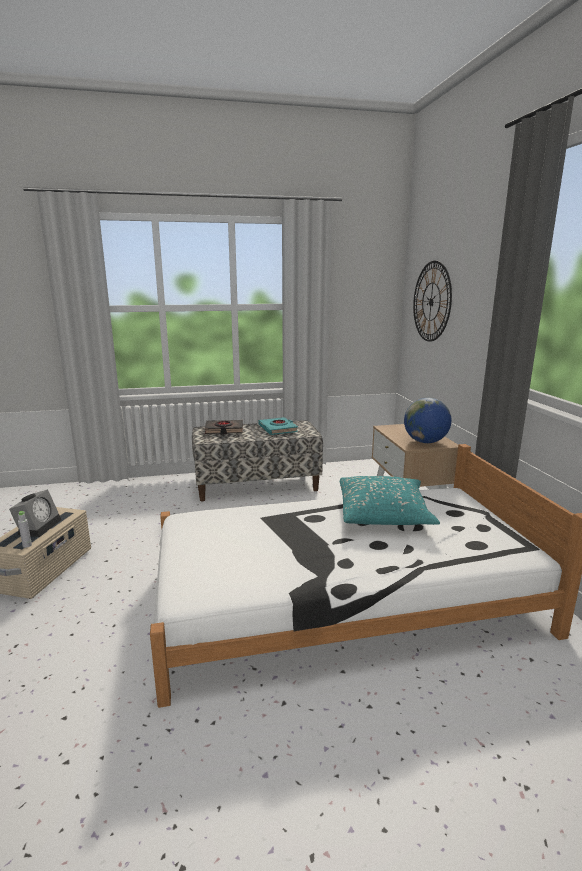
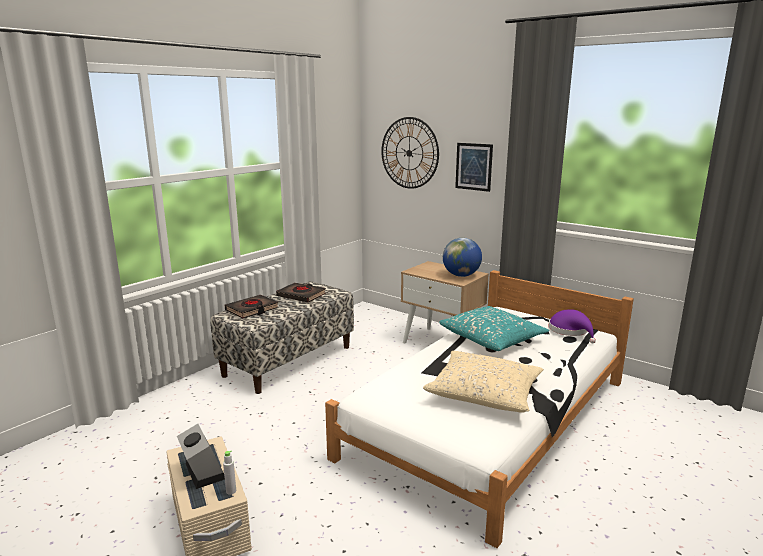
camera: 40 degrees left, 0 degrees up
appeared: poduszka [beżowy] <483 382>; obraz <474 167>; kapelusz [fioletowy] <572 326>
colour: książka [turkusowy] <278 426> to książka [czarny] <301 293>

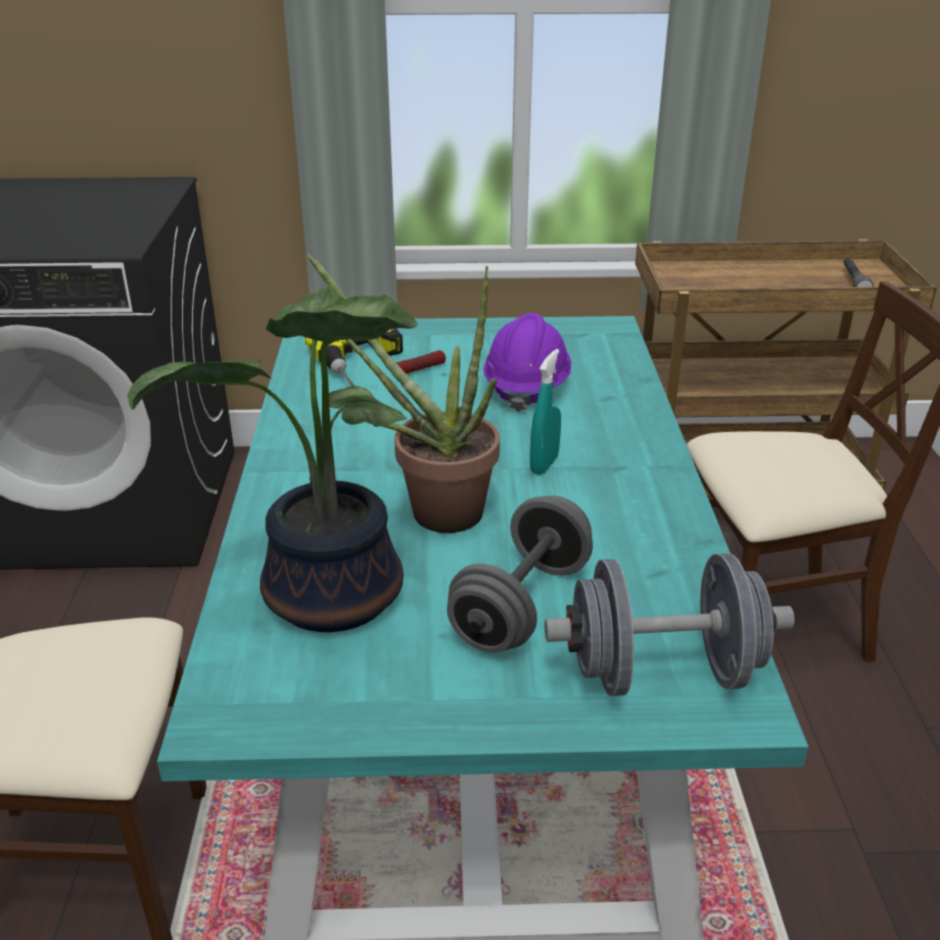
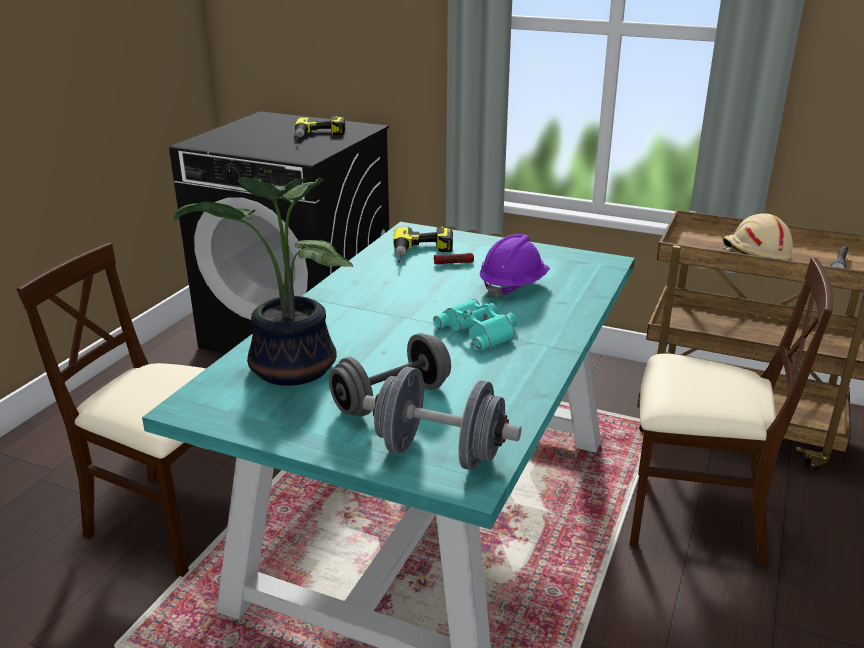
camera: 25 degrees right, 5 degrees down
missing: roślina doniczkowa <403 393>
appeared: wiertarka <320 128>; kask [beżowy] <758 236>
exchanged: spryskiwacz [turkusowy] <545 412> to lornetka [turkusowy] <475 325>

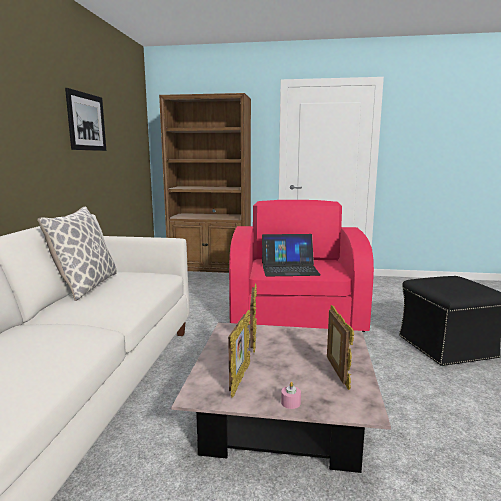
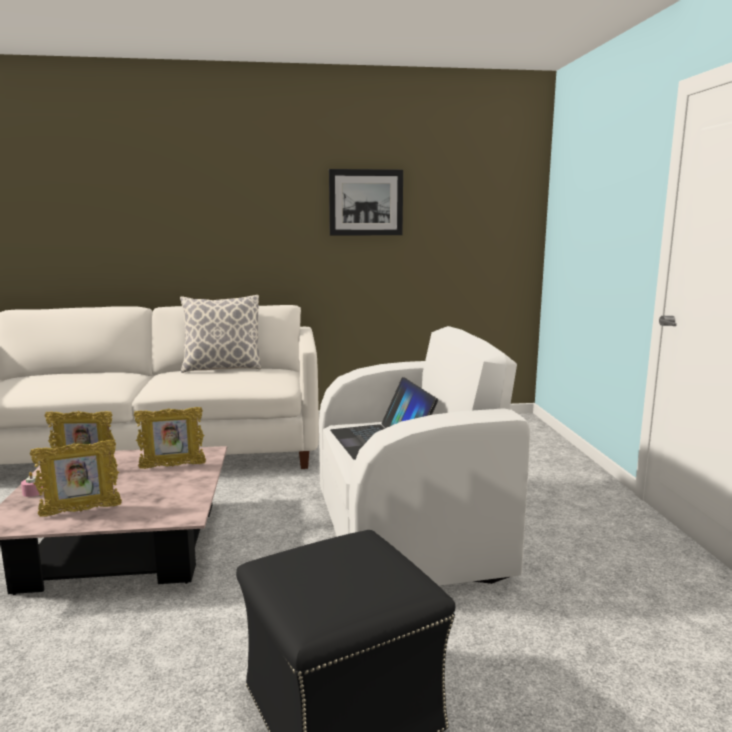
camera: 75 degrees right, 0 degrees up
missing: regał [brązowy] <205 183>
colour: fotel [różowy] <301 266> to fotel [biały] <424 456>

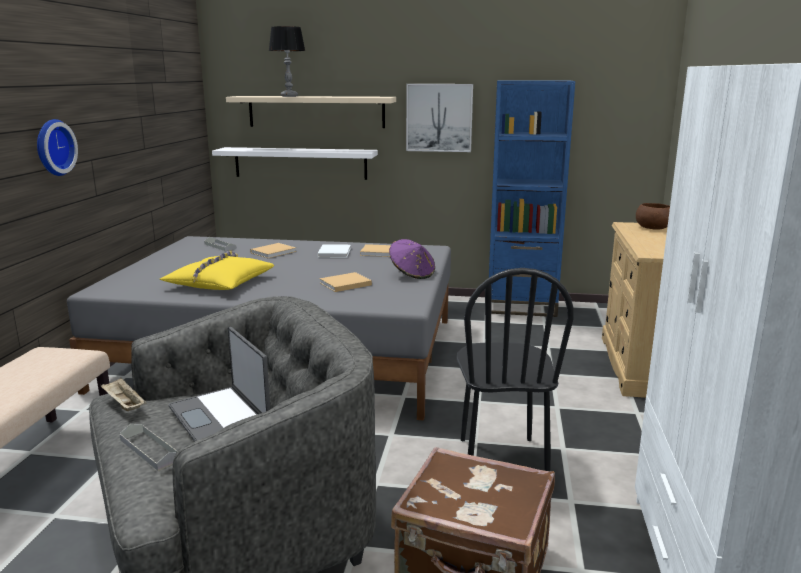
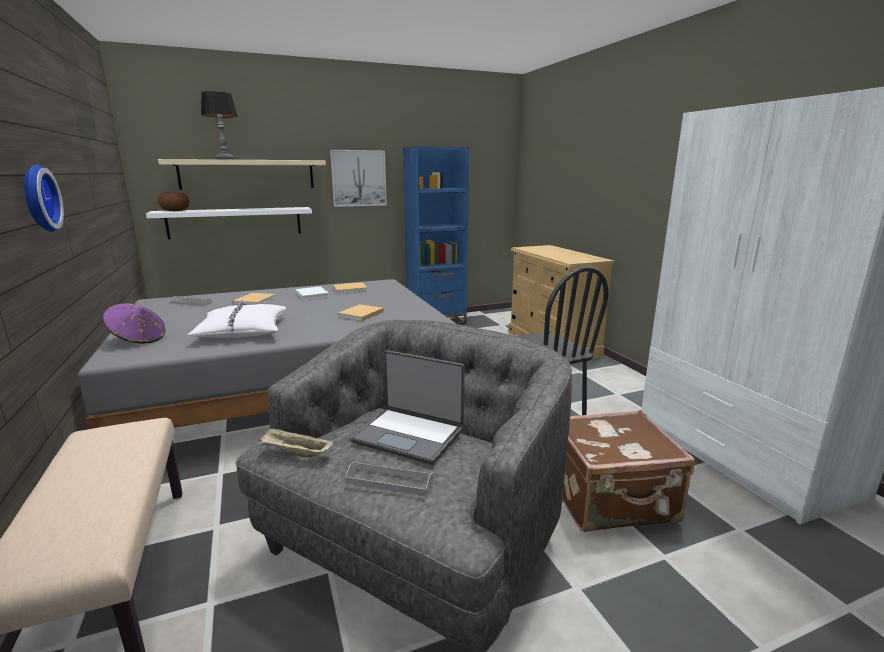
camera: 30 degrees left, 0 degrees up
relocated: kapelusz [fioletowy] <412 259> to <134 323>; miska [brązowy] <653 216> to <173 201>
colour: poduszka [żółty] <217 270> to poduszka [biały] <237 318>

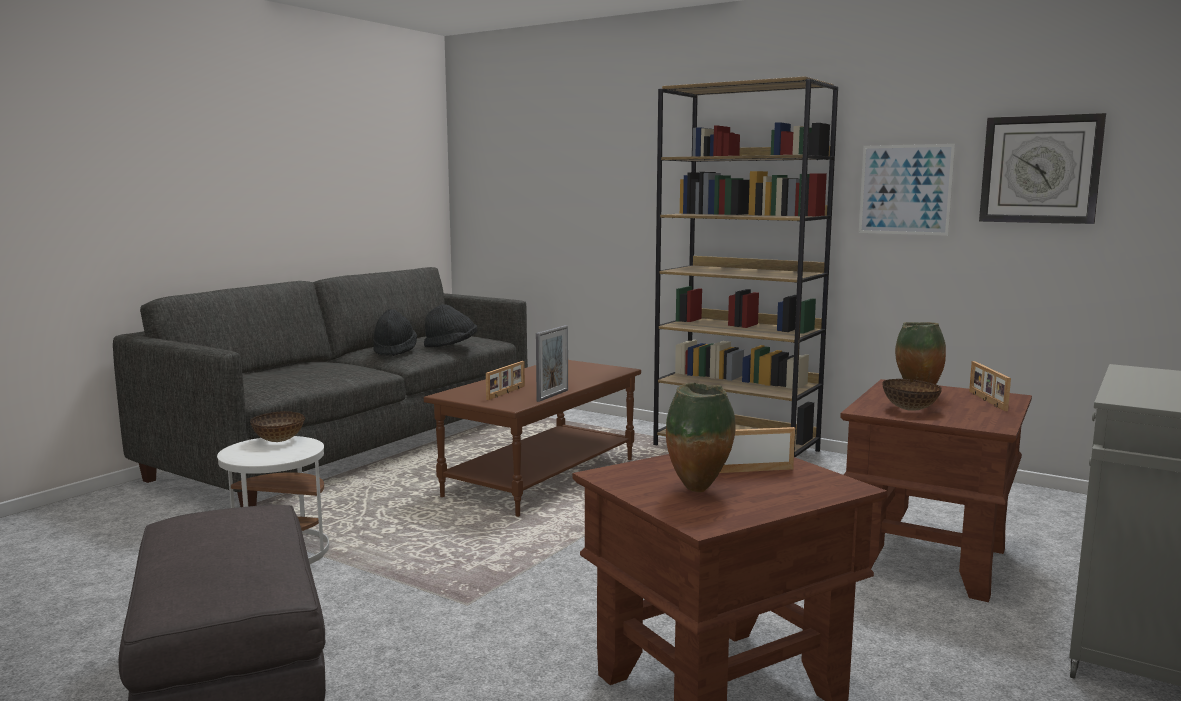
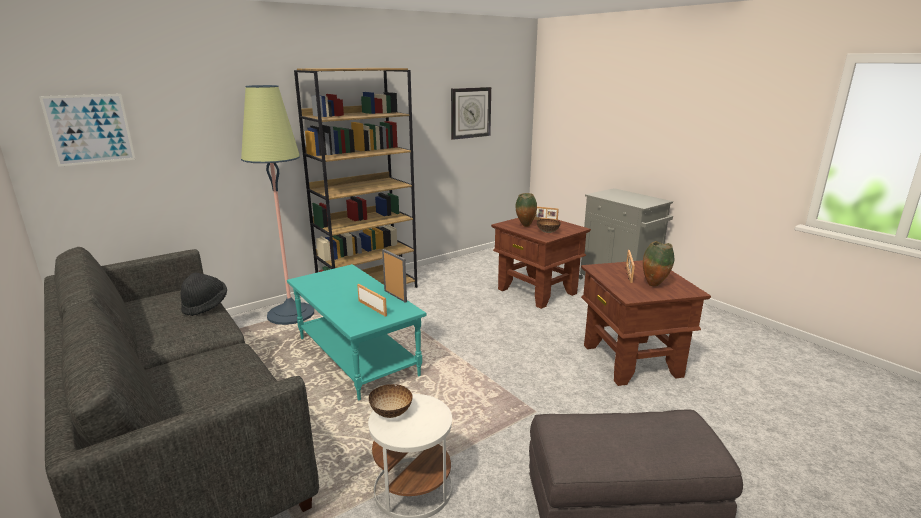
camera: 70 degrees left, 10 degrees up
missing: kapelusz [czarny] <395 332>
appeared: lampa stojąca <277 205>
relocated: obraz <907 190> to <87 130>
colour: ława [brązowy] <532 438> to ława [turkusowy] <356 332>

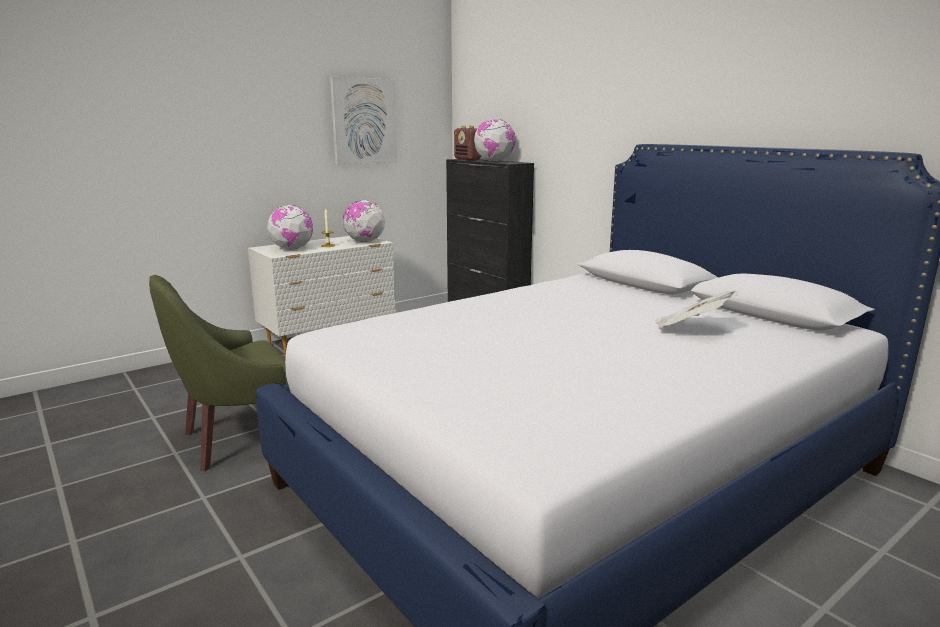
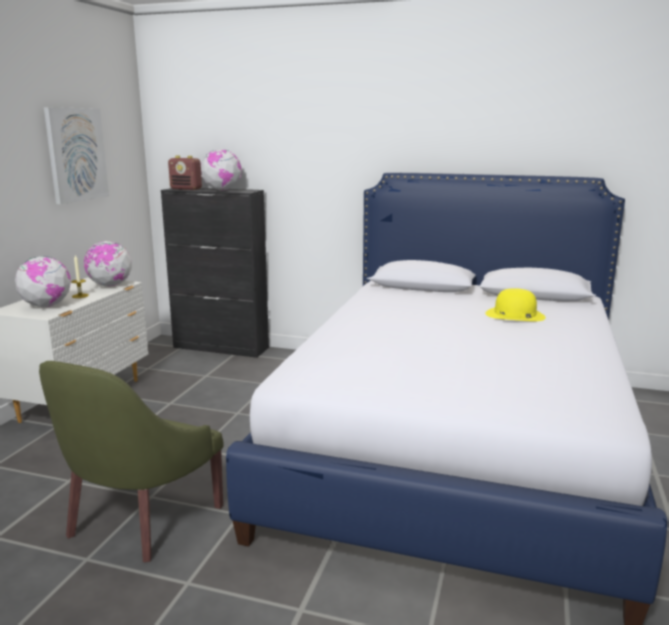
camera: 35 degrees left, 0 degrees up
exchanged: gazeta <696 309> to kapelusz [żółty] <515 304>

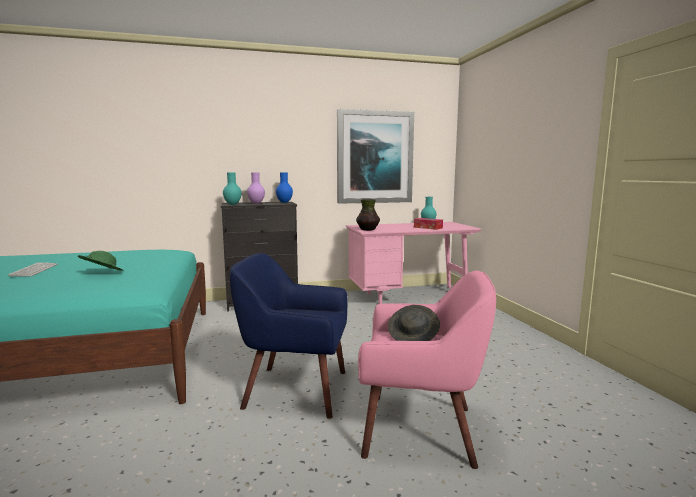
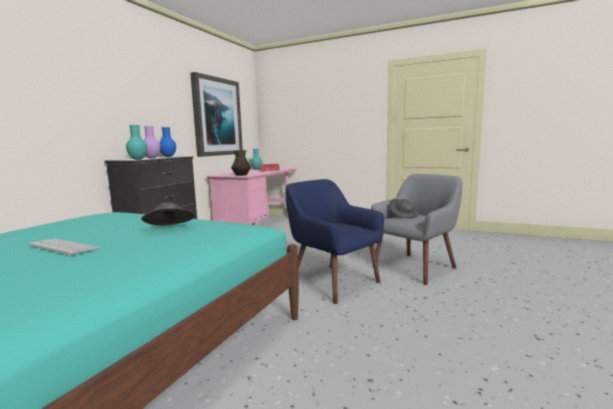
camera: 50 degrees left, 0 degrees up
colour: kapelusz [zielony] <101 261> to kapelusz [szary] <167 214>; fotel [różowy] <427 370> to fotel [szary] <416 229>
spun: fotel [niebieski] <289 336> = <334 241> 90 degrees clockwise

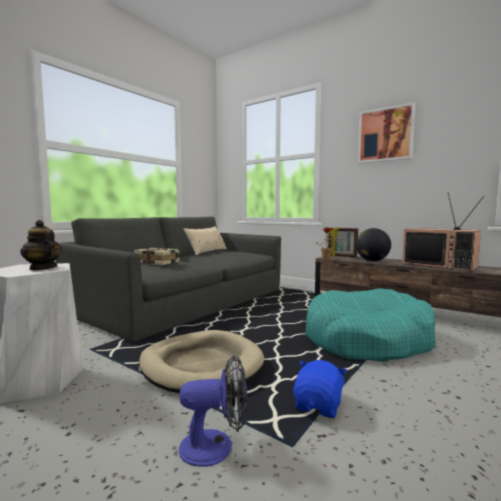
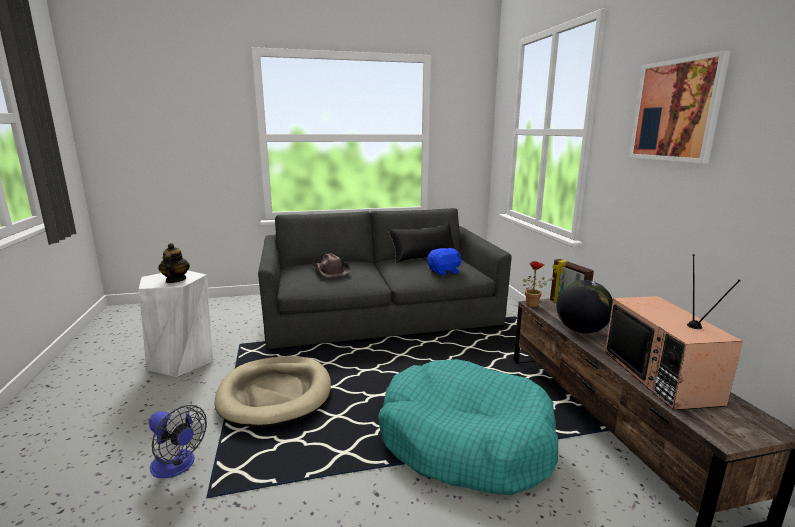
camera: 40 degrees right, 10 degrees up
relocated: pluszak [niebieski] <320 389> to <444 262>
exchanged: książka <157 256> to kapelusz [brązowy] <332 265>
colour: poduszka [beżowy] <205 240> to poduszka [czarny] <422 243>

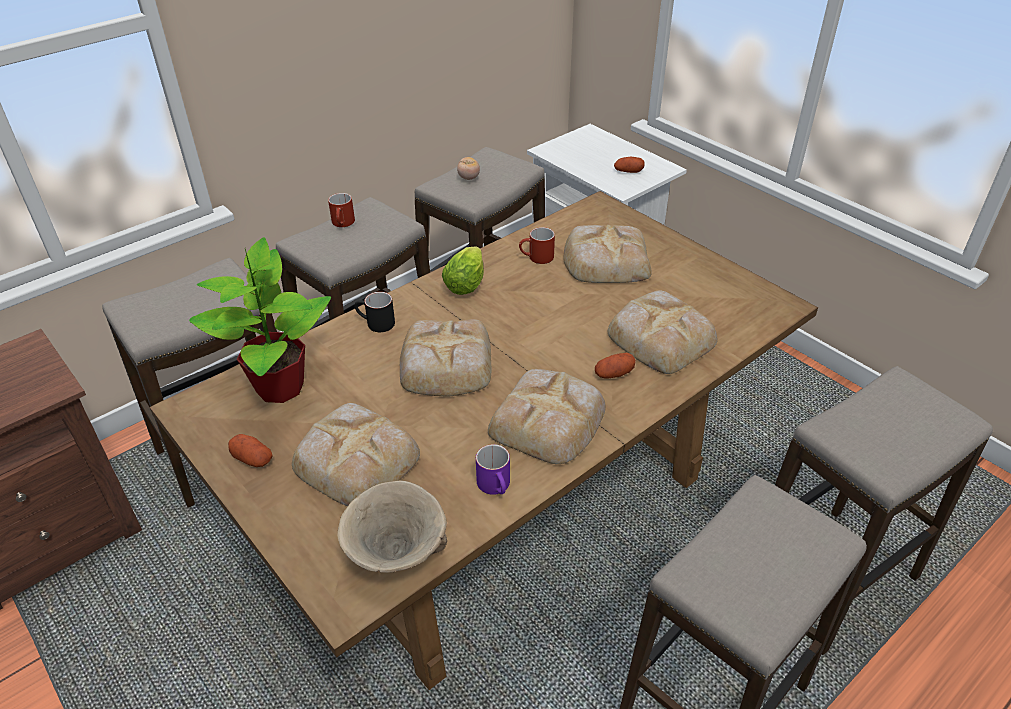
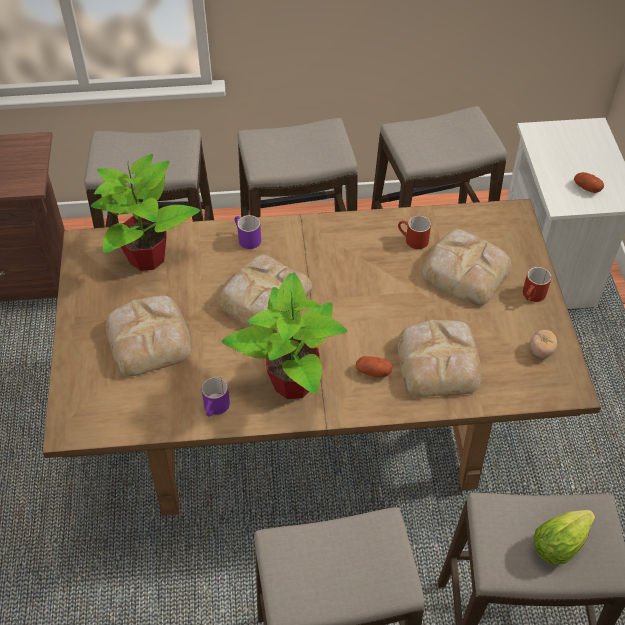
camera: 35 degrees right, 10 degrees up
missing: ziemniak <250 450>; miska [beżowy] <392 527>
relocated: kubek [czerwony] <341 210> to <537 284>; pomidor <468 168> to <543 344>; sałata <463 270> to <564 537>
exchanged: chleb <547 416> to roślina doniczkowa <284 335>
colour: kubek [czarny] <375 312> to kubek [fioletowy] <248 232>

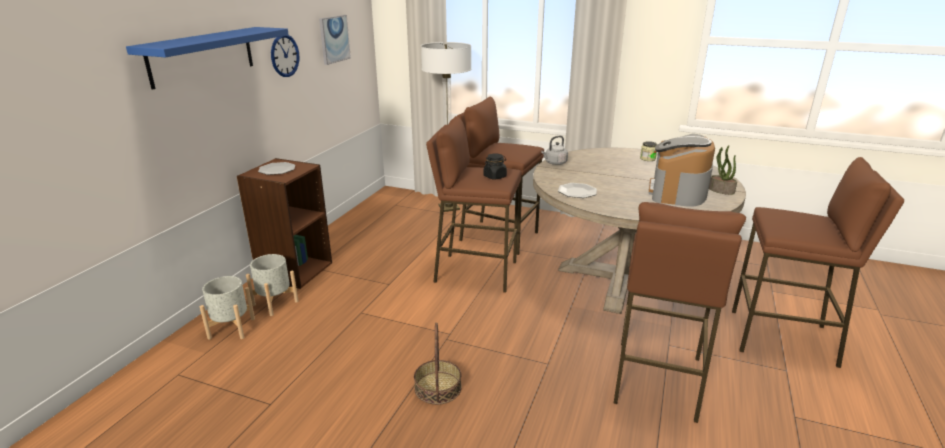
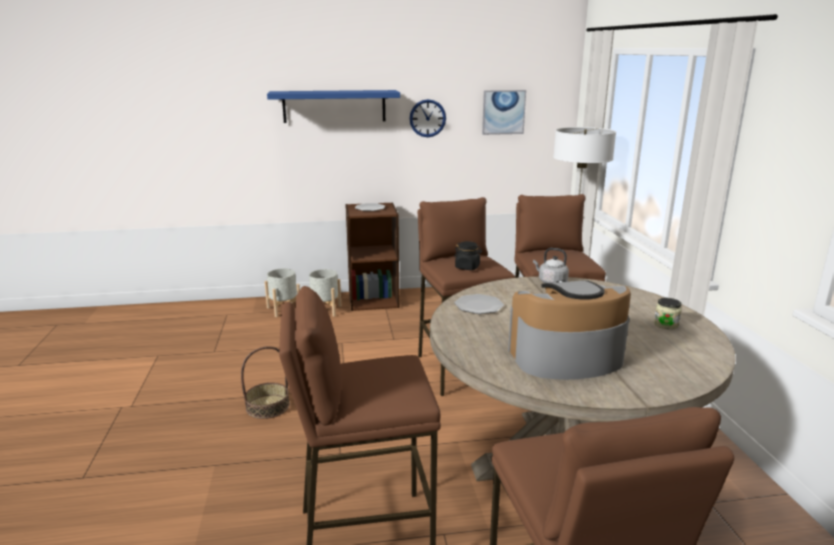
camera: 60 degrees right, 5 degrees down
missing: roślina doniczkowa <723 170>

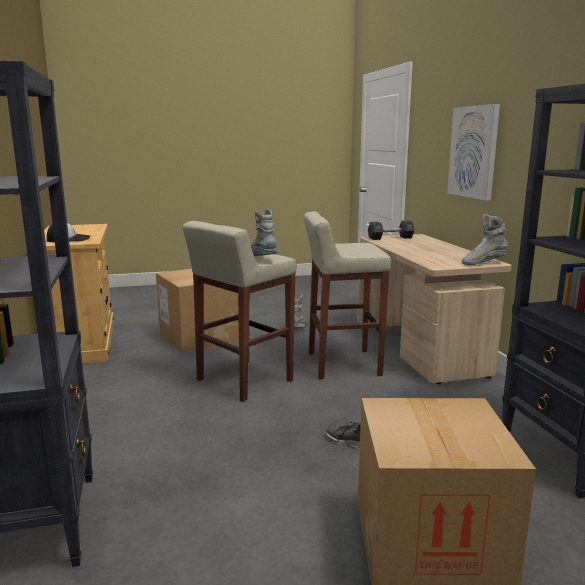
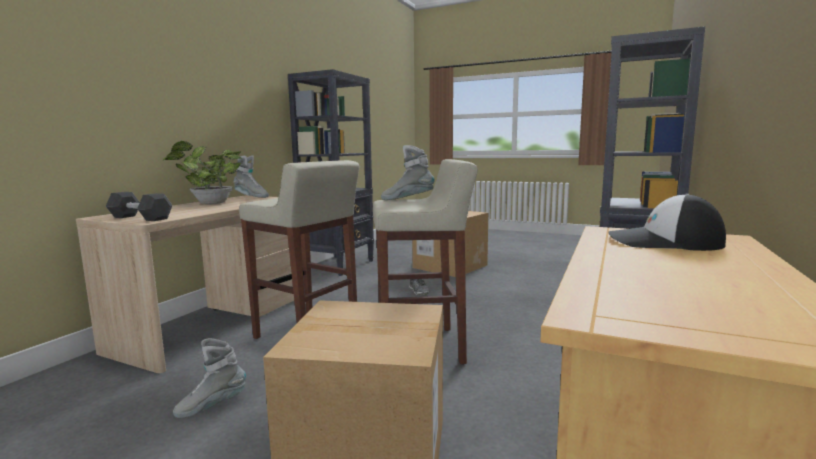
camera: 140 degrees left, 5 degrees down
missing: obraz <473 152>
appeared: roślina doniczkowa <202 173>
spun: but z cholewką [szary] <264 232> = <408 172> 90 degrees clockwise

